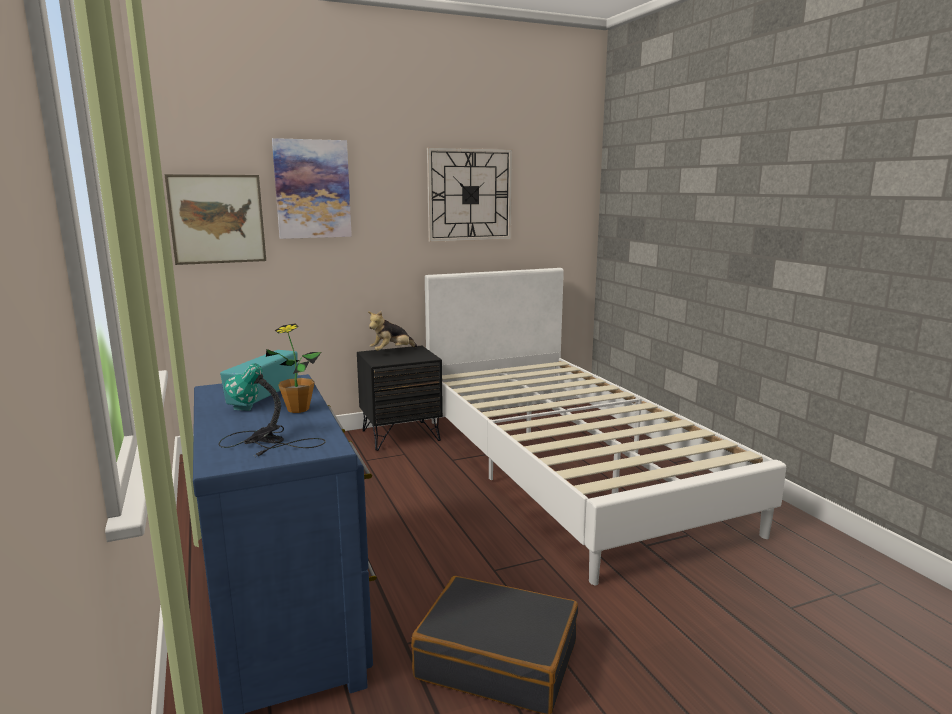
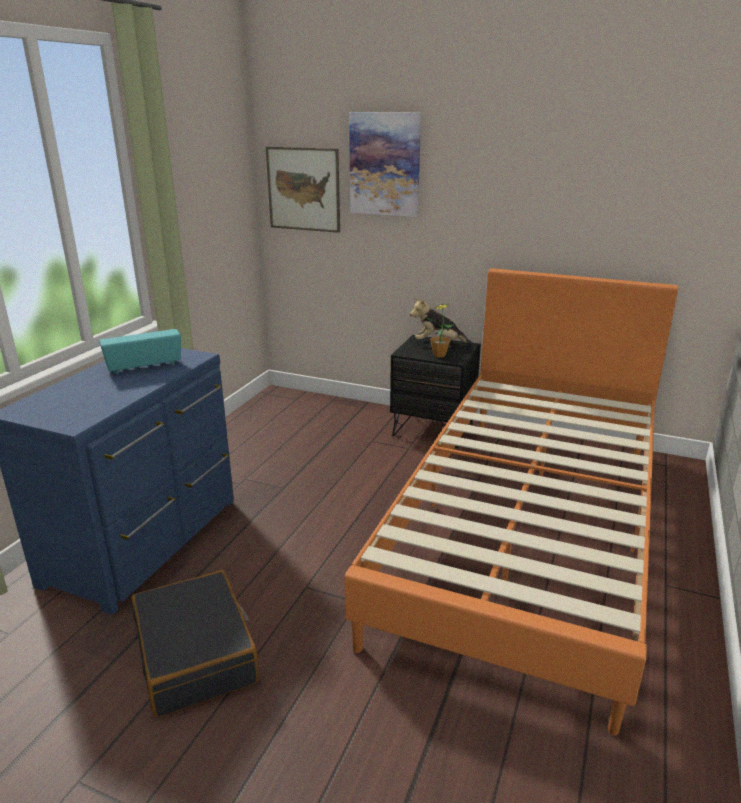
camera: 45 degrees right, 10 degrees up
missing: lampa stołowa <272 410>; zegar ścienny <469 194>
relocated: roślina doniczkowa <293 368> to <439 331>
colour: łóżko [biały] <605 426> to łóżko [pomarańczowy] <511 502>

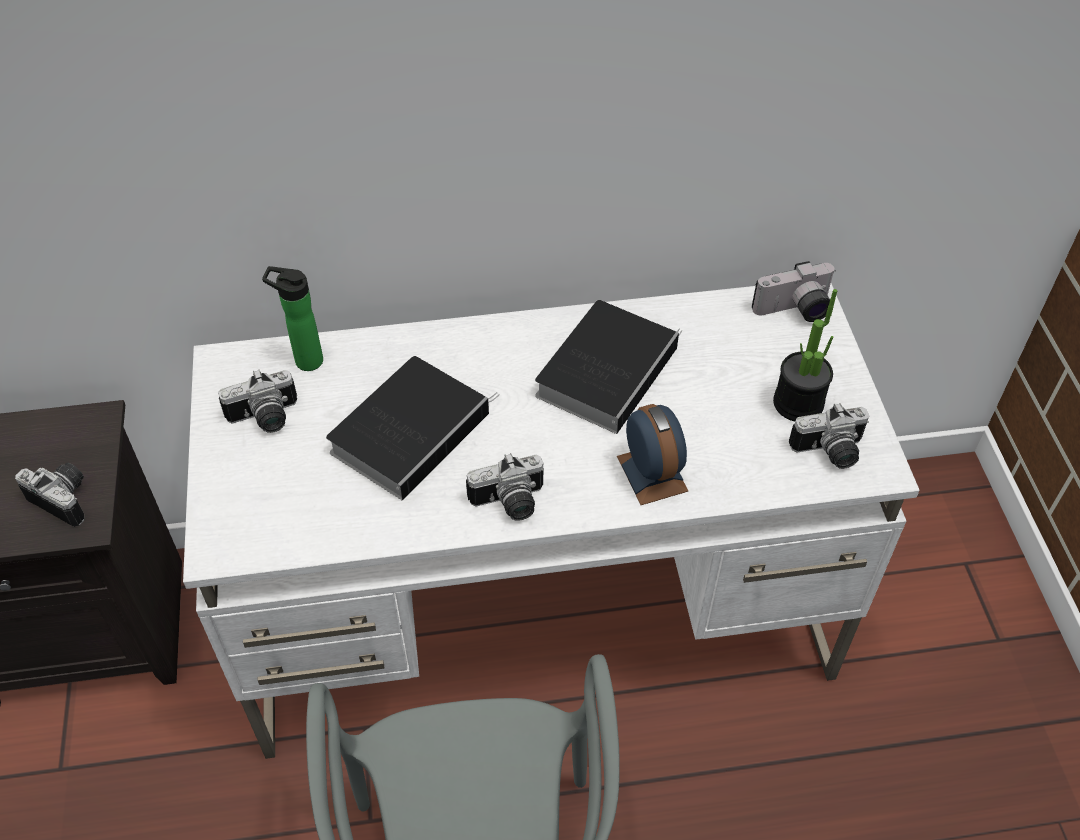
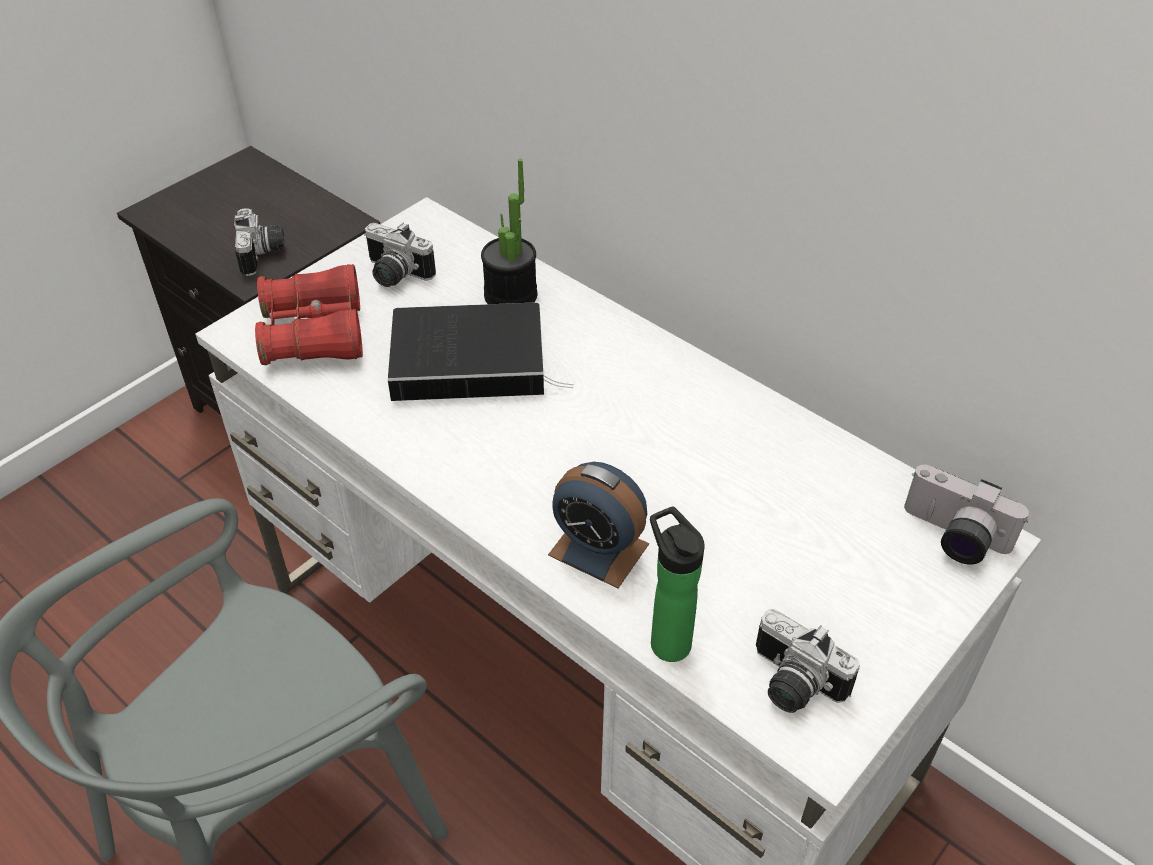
camera: 50 degrees right, 5 degrees down
missing: aparat fotograficzny <505 487>; książka <608 367>
appeared: lornetka [czerwony] <309 314>
relocated: roślina doniczkowa <805 355> to <509 231>; butelka <292 318> to <677 584>
spun: budzik <652 454> = <598 525> 90 degrees clockwise

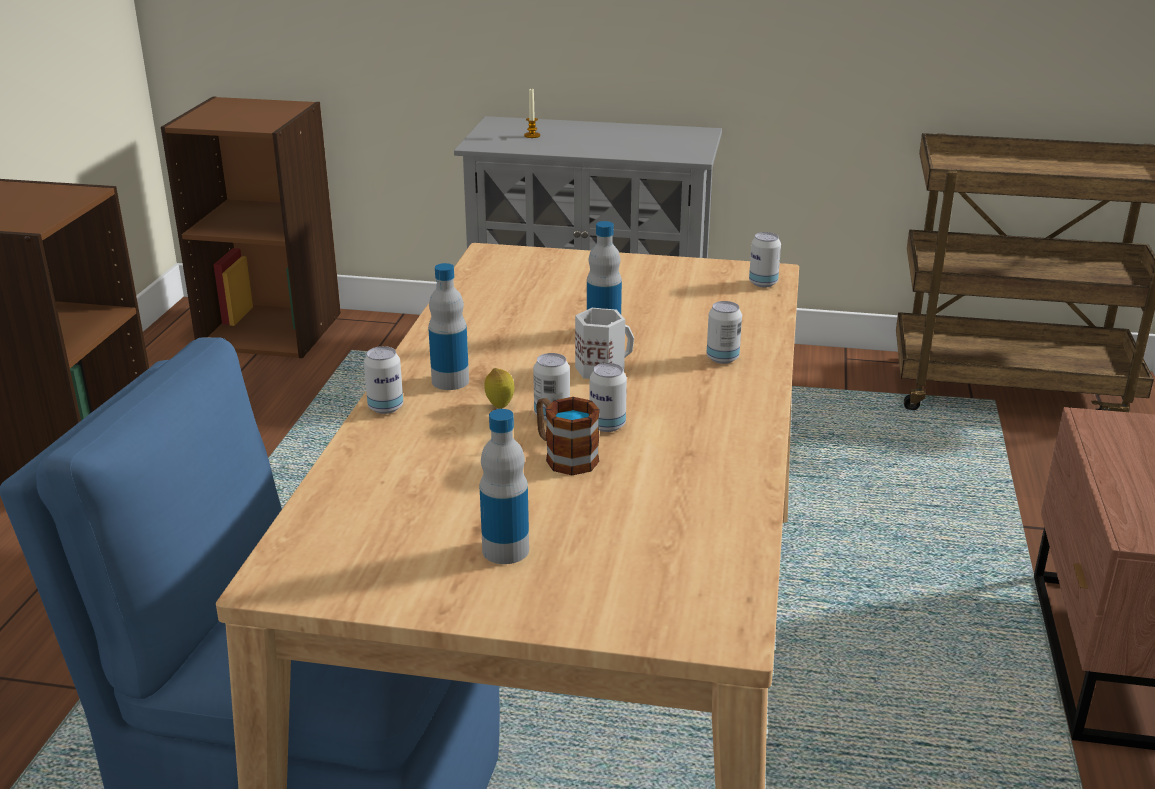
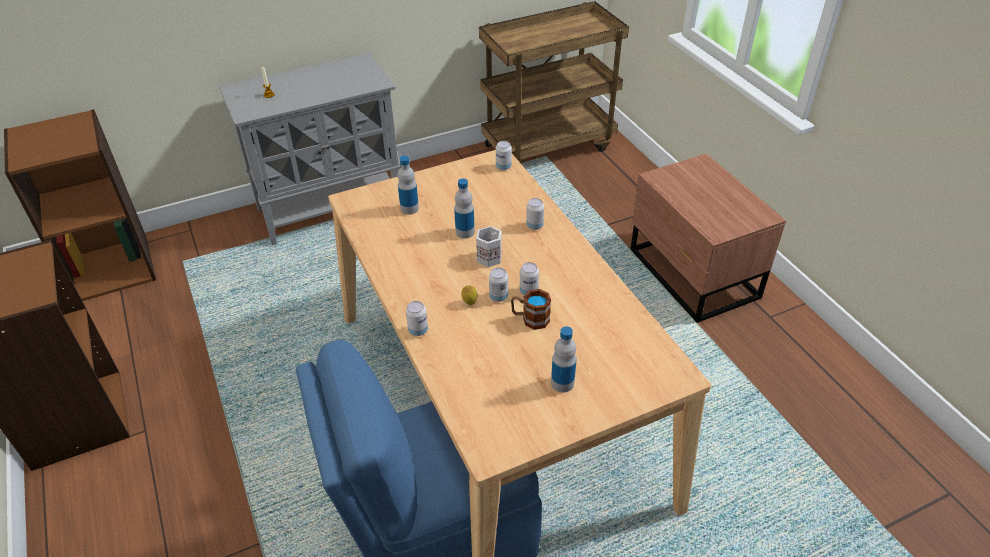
camera: 35 degrees left, 15 degrees up
relocated: butelka <448 326> to <408 185>

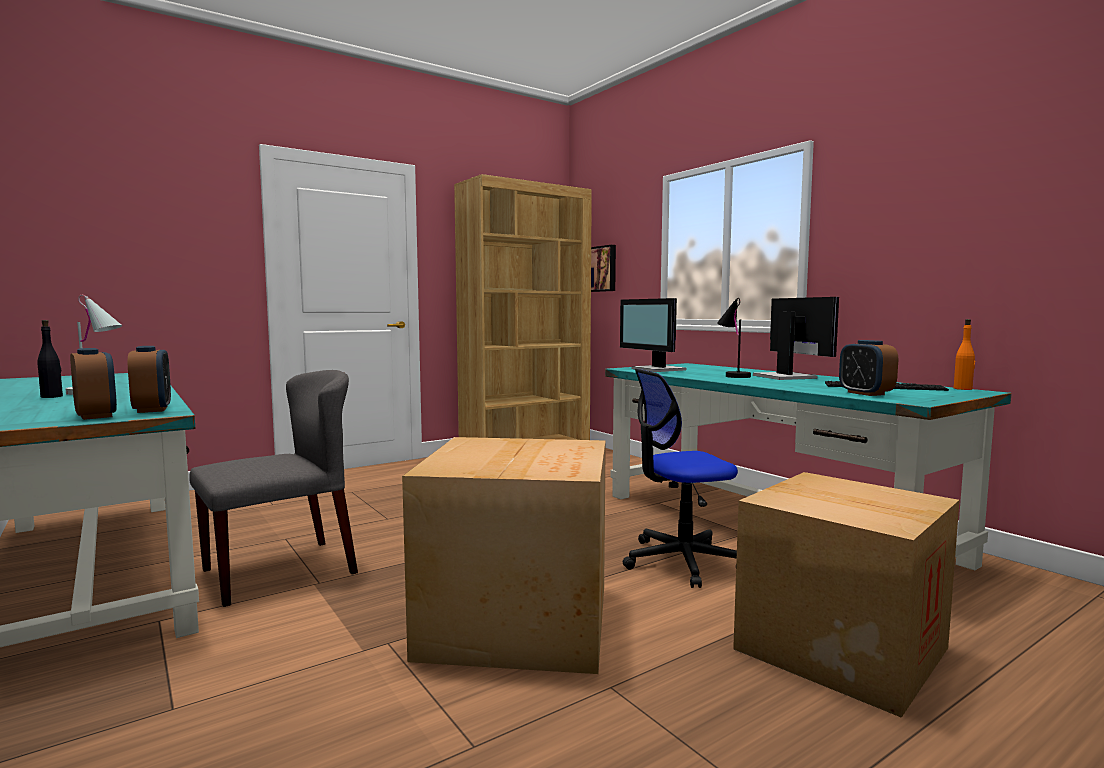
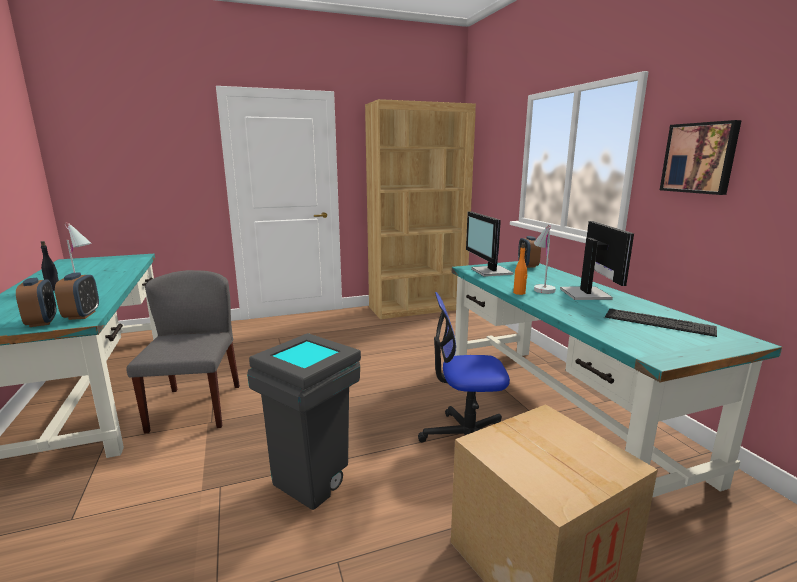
camera: 15 degrees right, 10 degrees up
relocated: butelka [pomarańczowy] <964 354> to <520 269>; budzik <868 368> to <529 252>; obraz <603 268> to <701 157>
exchanged: karton <504 555> to kosz na śmieci [szary] <304 421>
colour: lampa stołowa [czarny] <734 338> to lampa stołowa [biały] <544 259>
spun: krzesło [szary] <273 488> = <183 352> 75 degrees counterclockwise

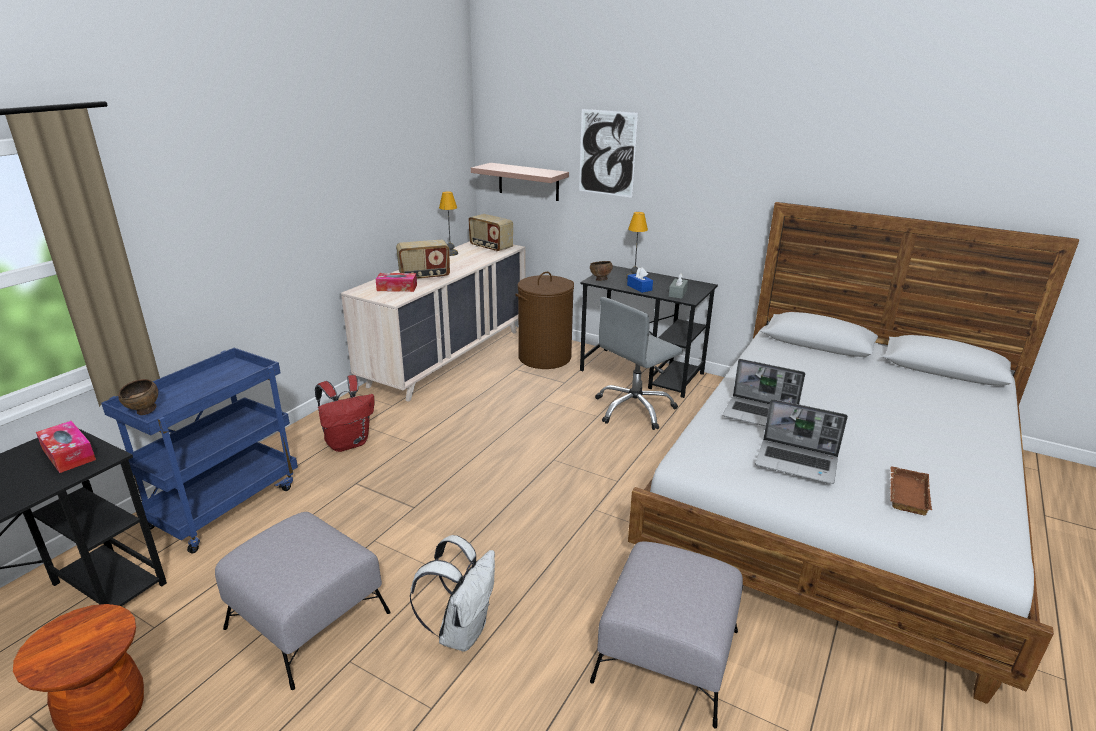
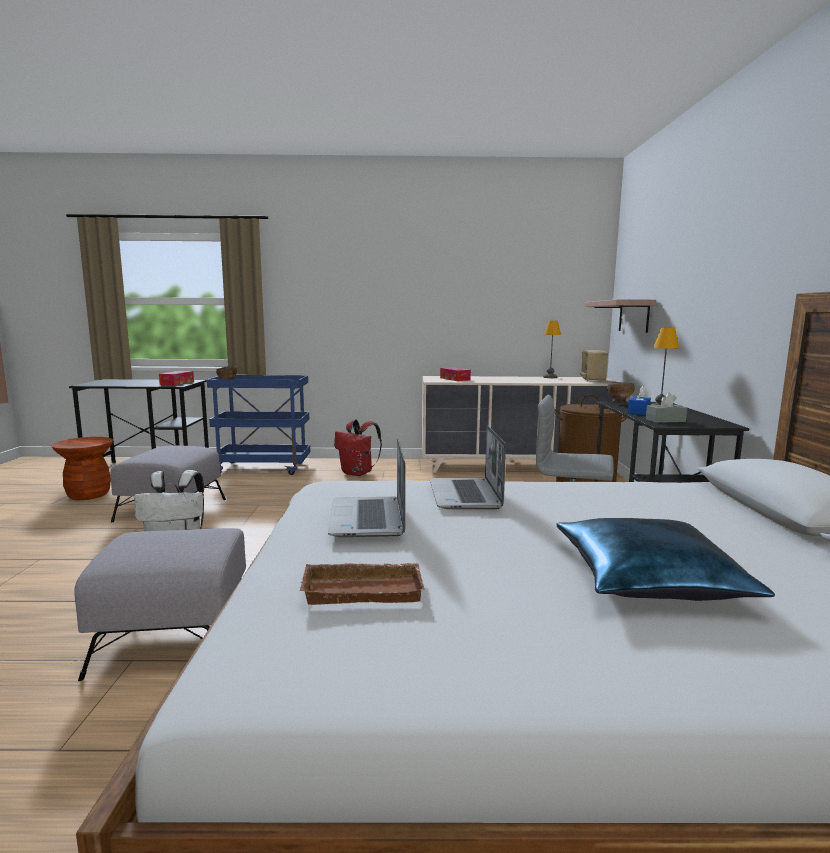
camera: 60 degrees right, 15 degrees down
missing: radio <423 259>; obraz <608 153>
appeared: poduszka [niebieski] <665 559>

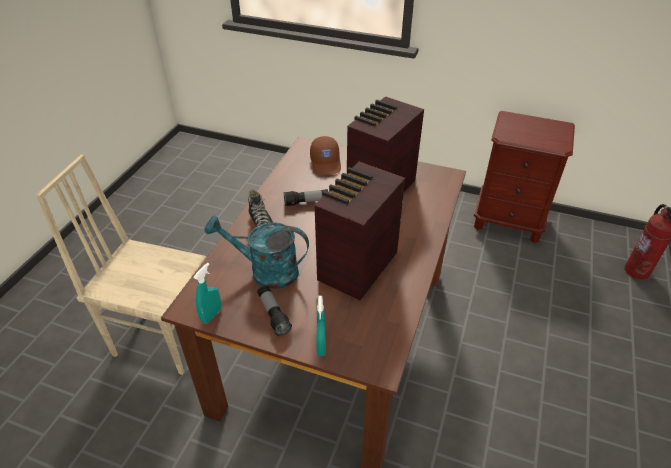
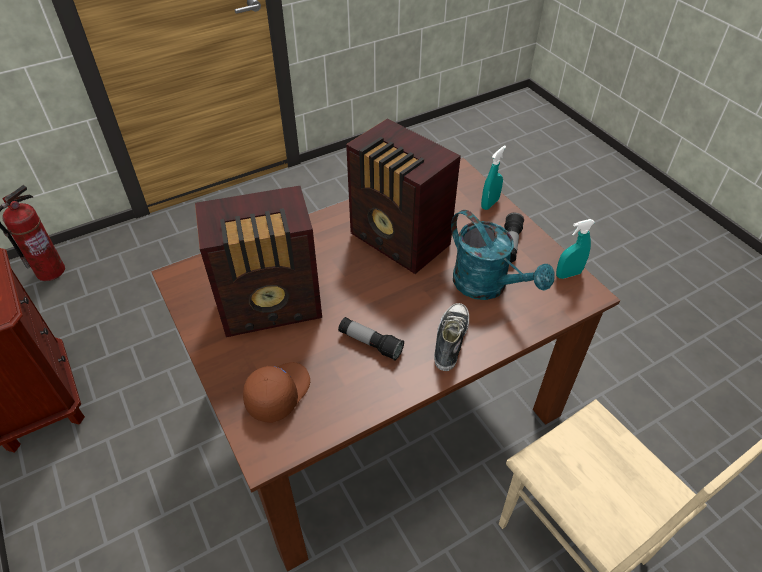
camera: 140 degrees left, 5 degrees up
spun: radio <360 231> = <403 196> 60 degrees clockwise

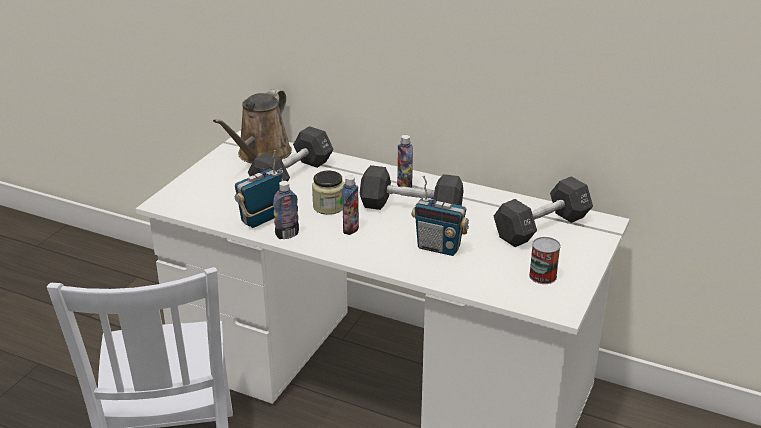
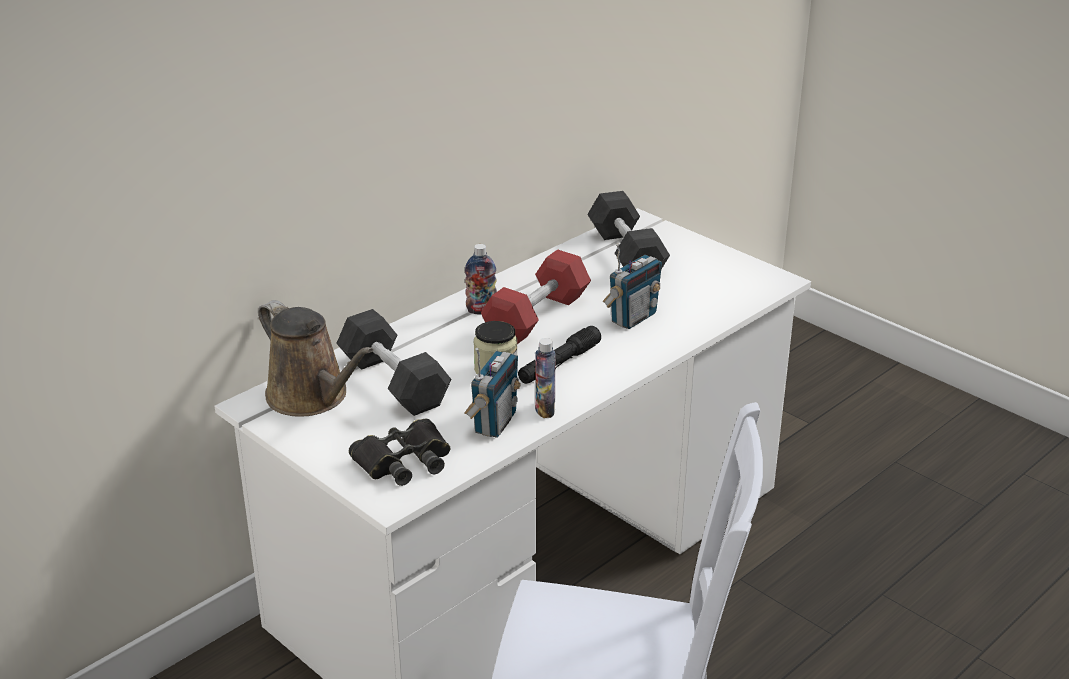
camera: 70 degrees left, 0 degrees up
missing: puszka <545 260>
appeared: lornetka [czarny] <399 452>
exchanged: butelka <350 205> to latarka [czarny] <559 355>
colour: hantel [czarny] <411 187> to hantel [czerwony] <536 296>
spun: radio <259 189> = <492 392> 135 degrees counterclockwise

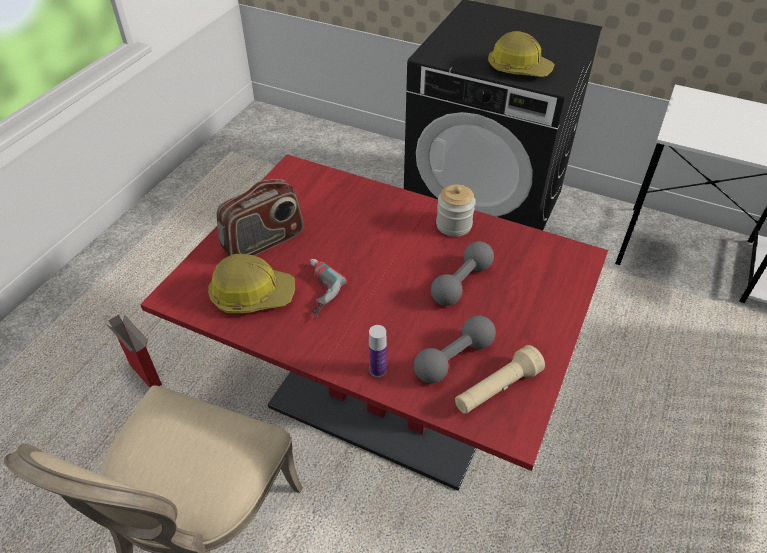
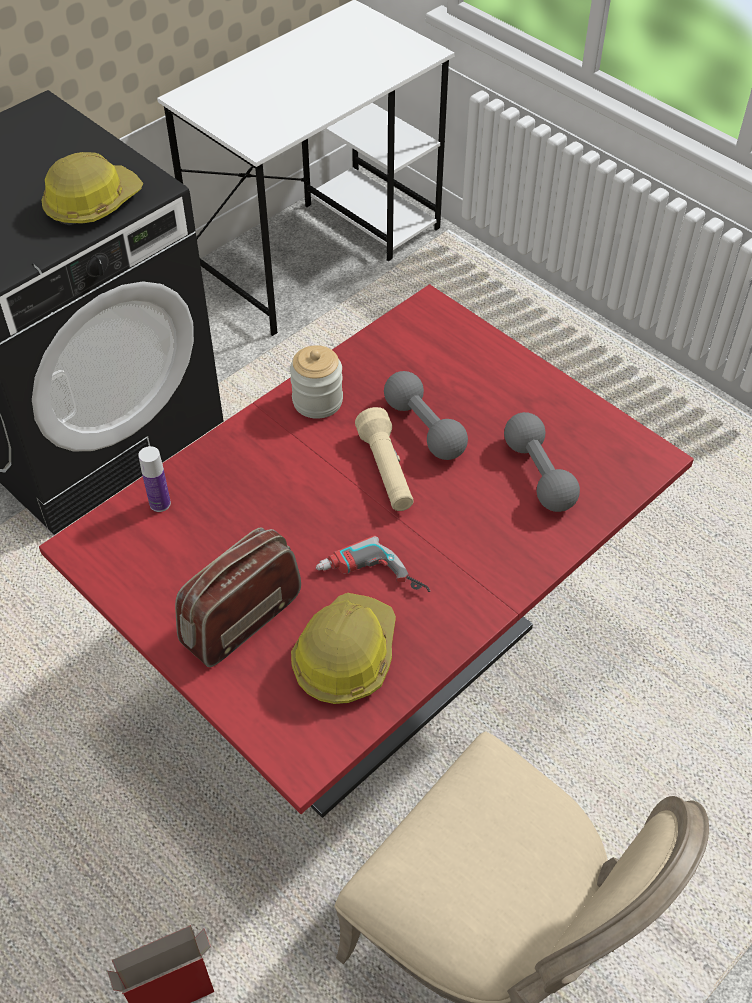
camera: 70 degrees left, 5 degrees up
relocated: butelka <378 351> to <154 479>; latarka [beżowy] <500 379> to <384 459>
spun: radio <260 217> = <238 597> 120 degrees counterclockwise

